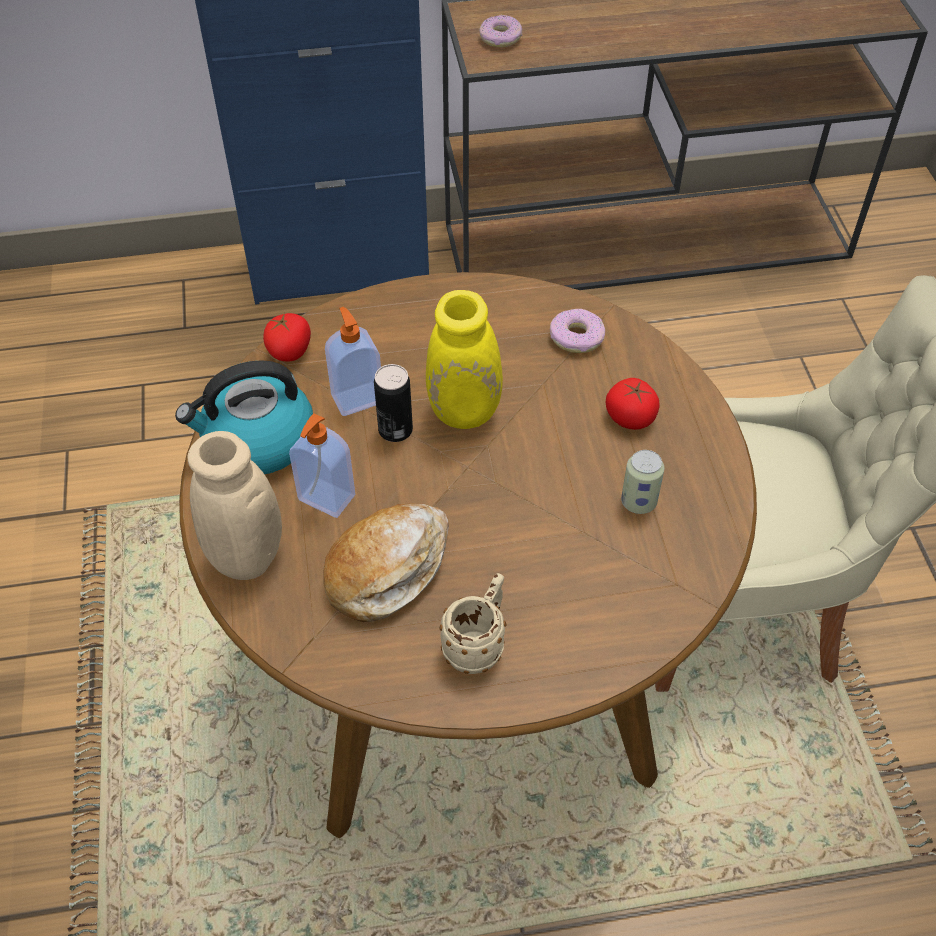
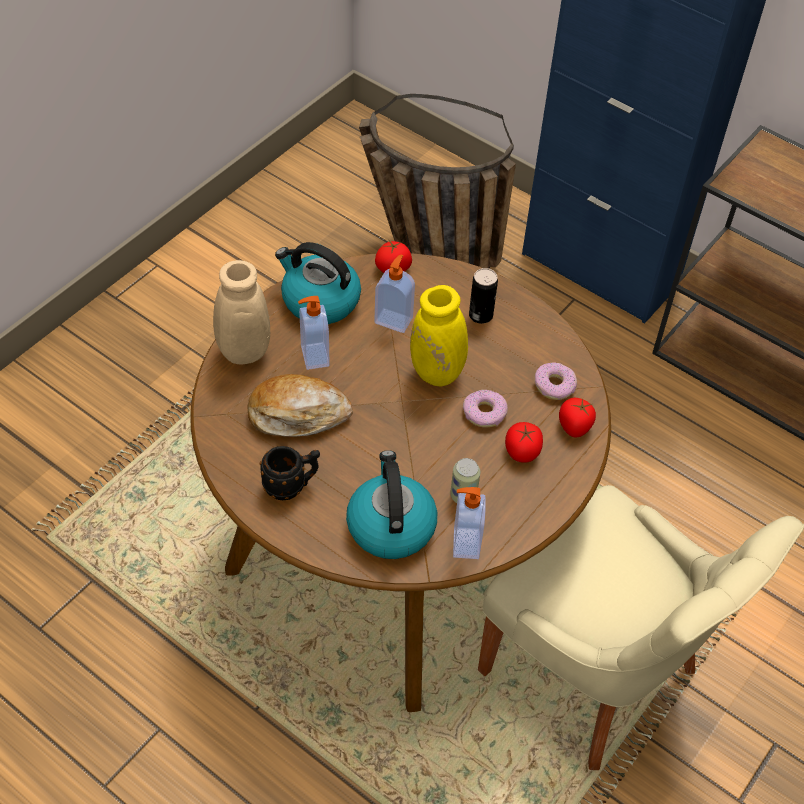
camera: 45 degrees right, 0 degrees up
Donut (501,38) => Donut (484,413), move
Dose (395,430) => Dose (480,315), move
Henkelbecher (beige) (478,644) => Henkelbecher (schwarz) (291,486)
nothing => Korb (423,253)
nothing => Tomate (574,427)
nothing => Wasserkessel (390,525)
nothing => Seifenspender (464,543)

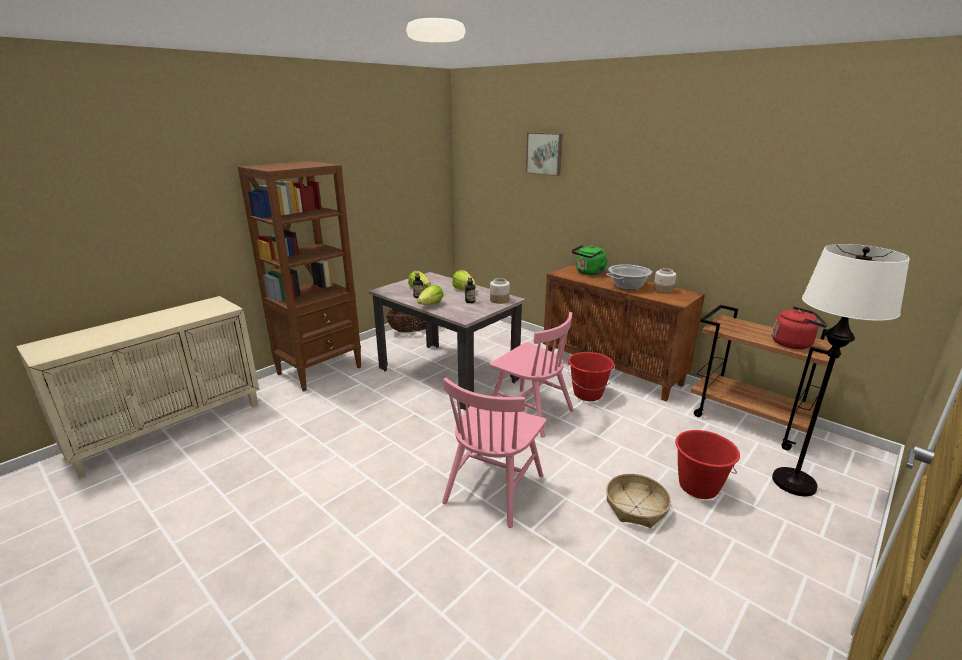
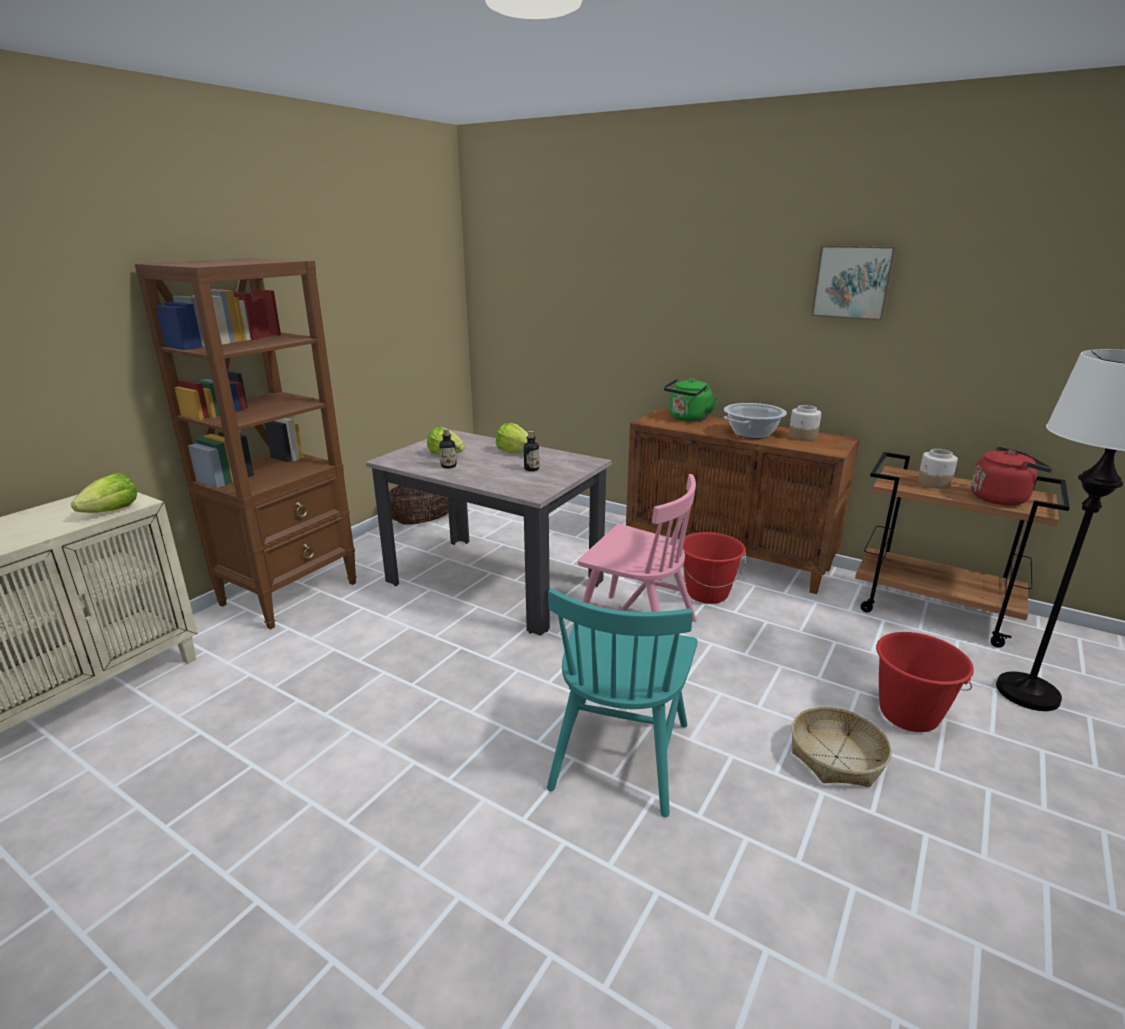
camera: 10 degrees left, 0 degrees up
Bild (544,153) => Bild (852,282), move
Vorratsglas (499,300) => Vorratsglas (933,483), move
Salatkopf (431,305) => Salatkopf (112,511), move
Stuhl (rosa) (494,488) => Stuhl (türkis) (620,754)

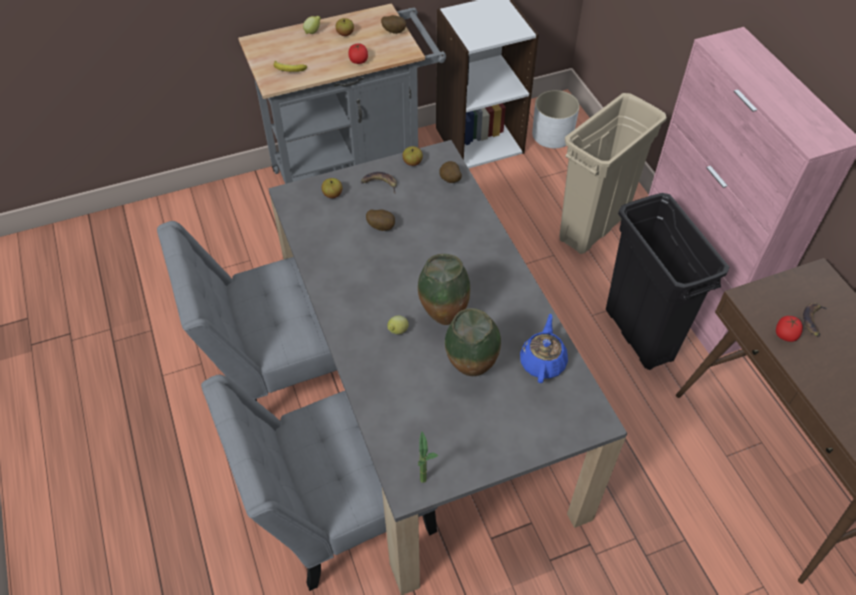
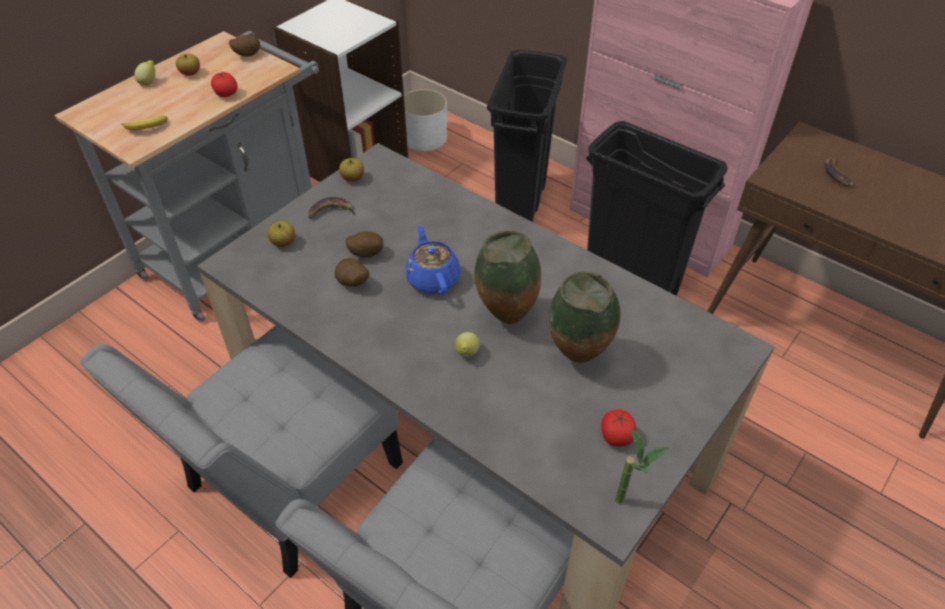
camera: 30 degrees left, 5 degrees down
Mülleimer (beige) (593,227) => Mülleimer (schwarz) (521,205)
Kartoffel (449,181) => Kartoffel (352,284), move
Teekanne (blau) (543,362) => Teekanne (blau) (433,278), move
Tomate (785,335) => Tomate (616,436), move

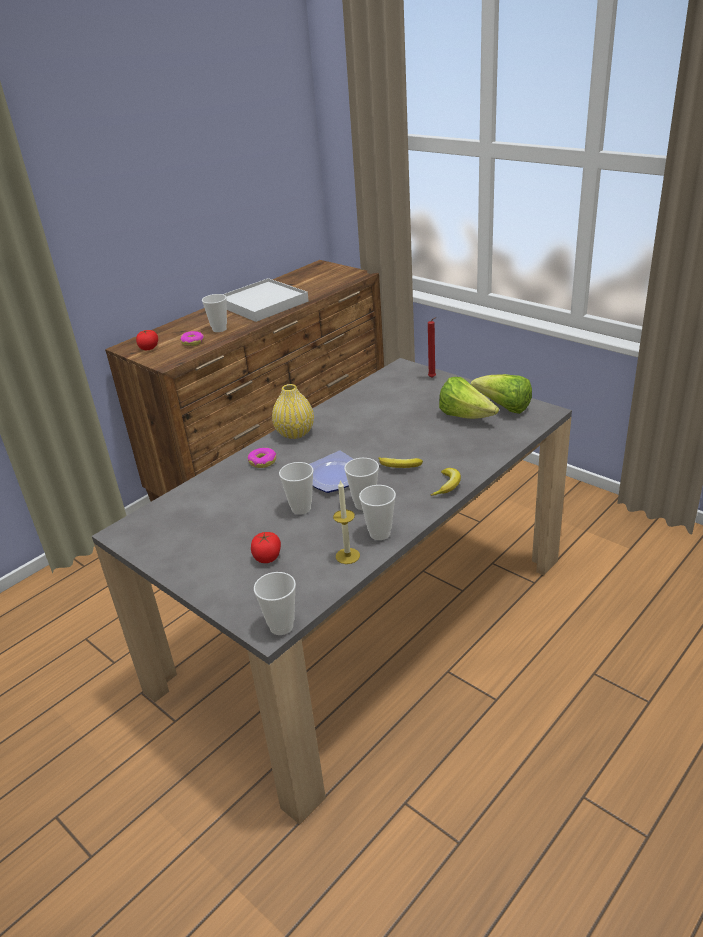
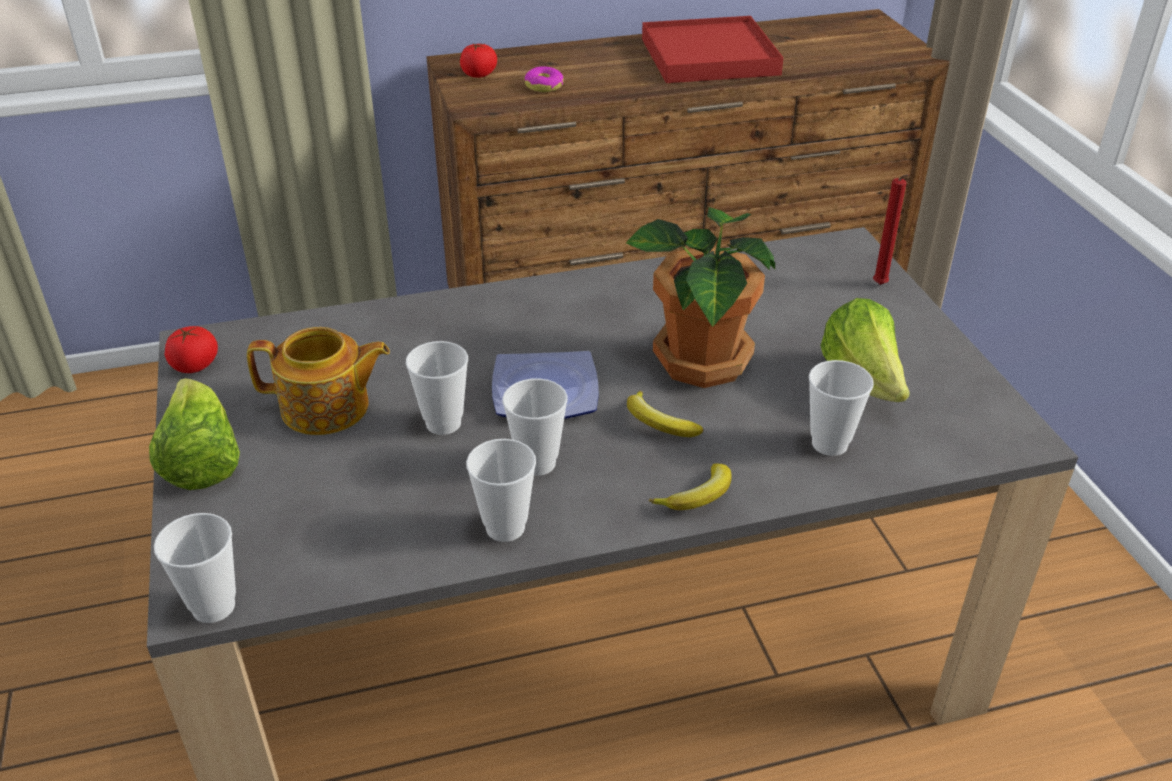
camera: 30 degrees right, 5 degrees up
Tablett (weiß) (263,303) => Tablett (rot) (709,56)
Tasse (219,329) => Tasse (829,444), move
Salatkopf (504,407) => Salatkopf (201,461), move
Vase (gelb) (295,433) => nothing
Donut (263,461) => nothing
Kerze (347,556) => nothing
Tomate (267,557) => Tomate (195,365), move
nothing => Topfpflanze (700,363)
nothing => Teekanne (327,408)

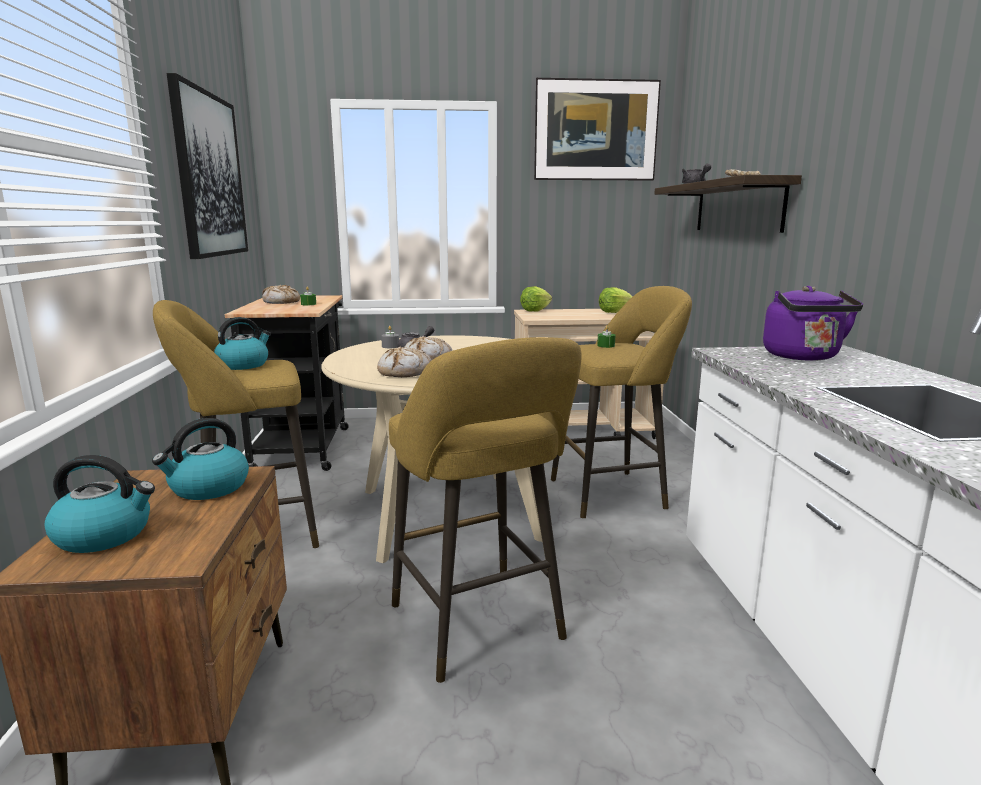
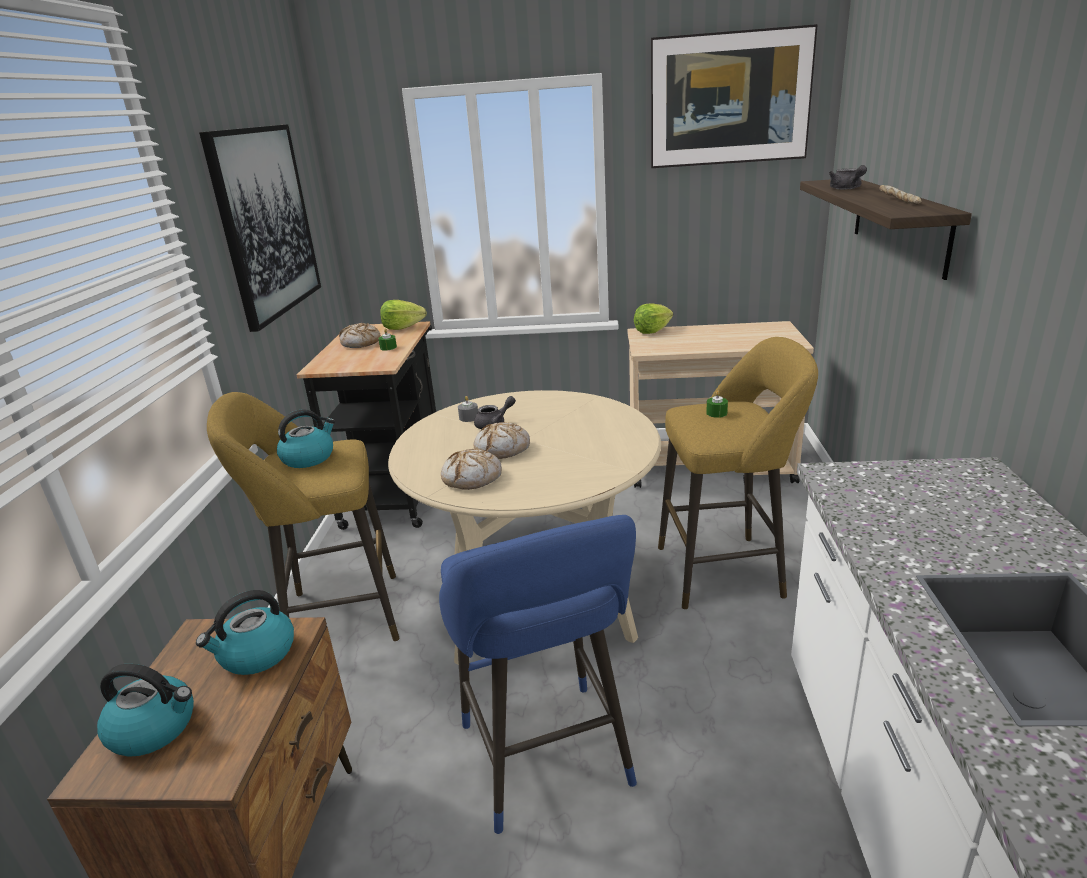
camera: 10 degrees right, 10 degrees up
Wasserkessel (lila) (803,357) => nothing
Salatkopf (614,312) => Salatkopf (402,327), move
Hocker (gelb) (480,627) => Hocker (blau) (548,762)

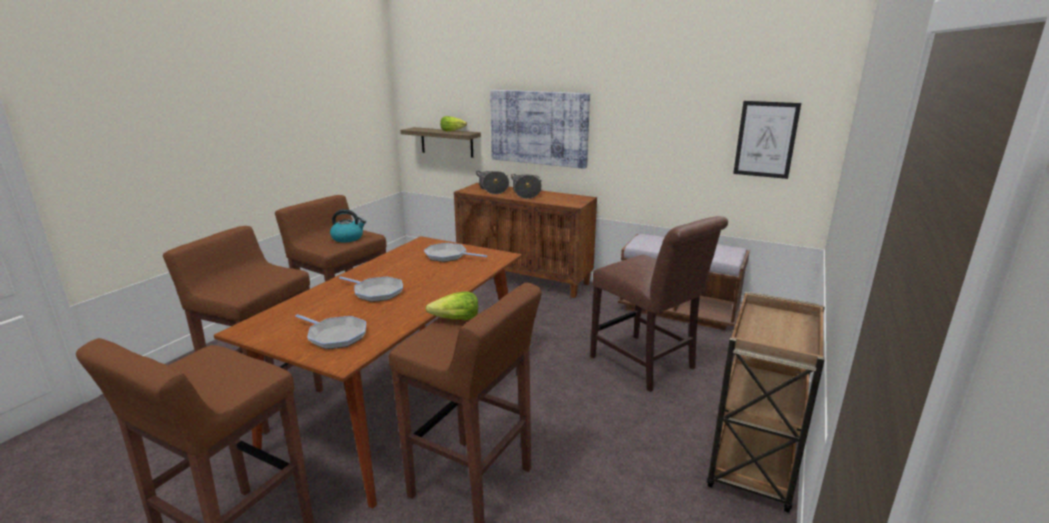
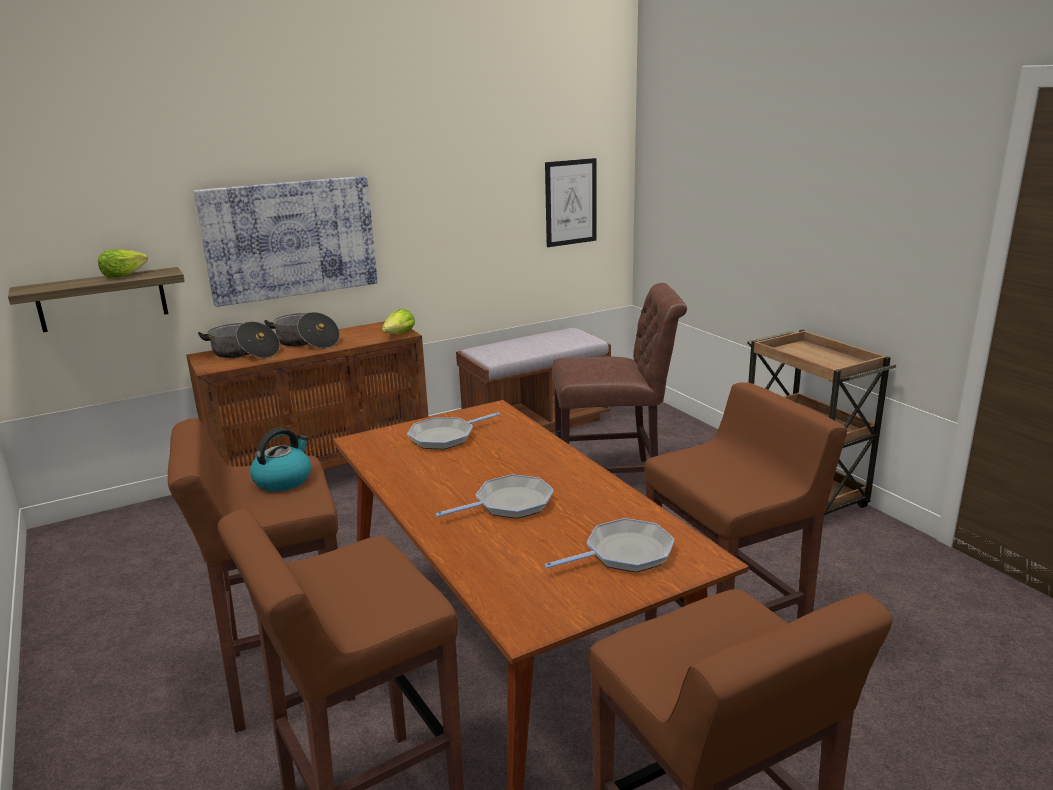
camera: 55 degrees left, 0 degrees up
Salatkopf (455,320) => Salatkopf (399,334), move

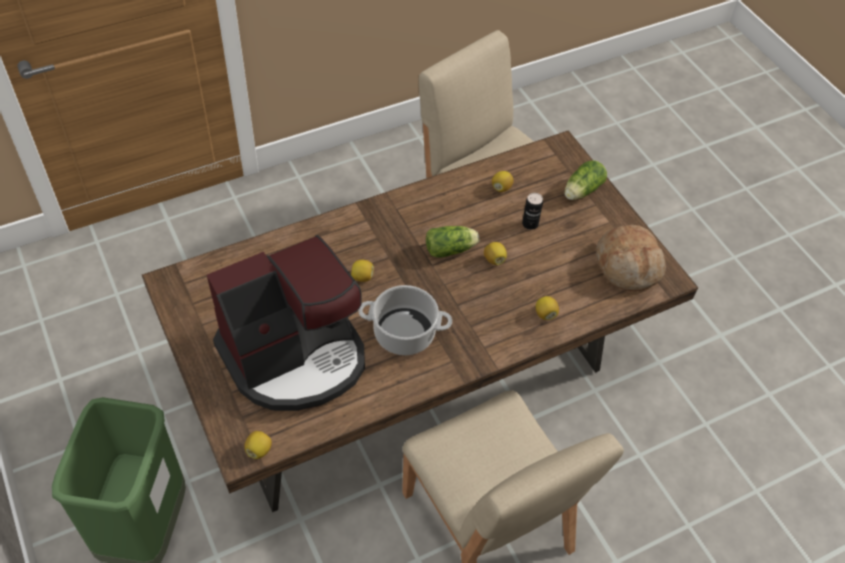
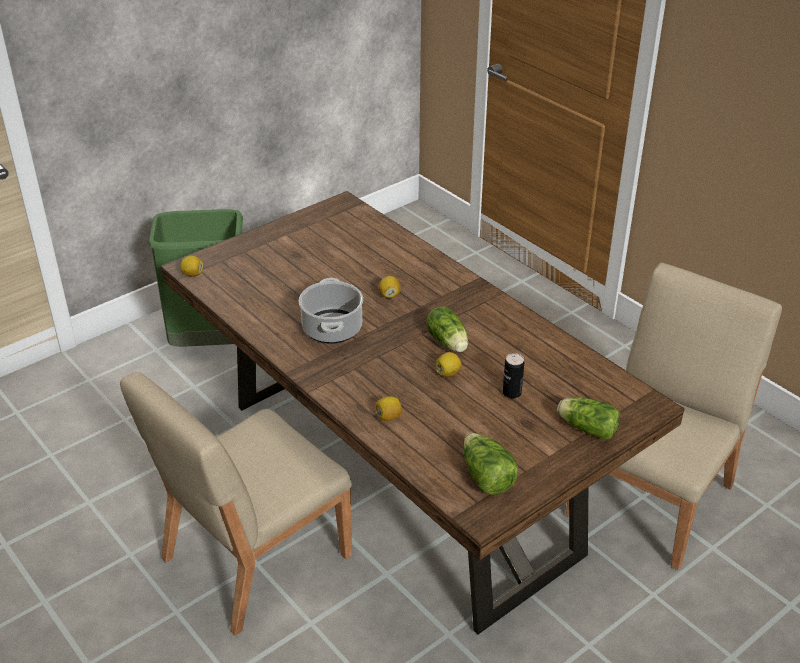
camera: 80 degrees right, 15 degrees down
Zitrone (501,187) => nothing
Brot (628,266) => Salatkopf (486,477)
Kaffeemaschine (295,356) => nothing

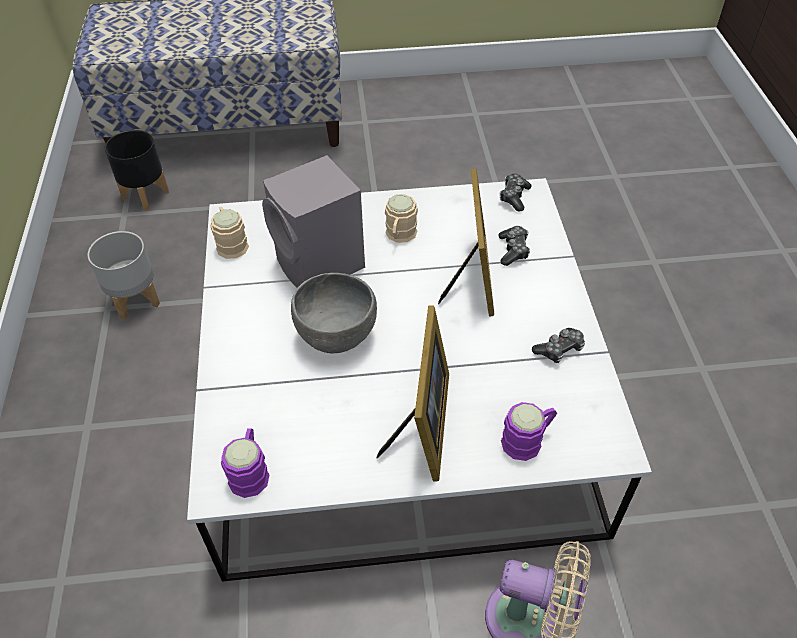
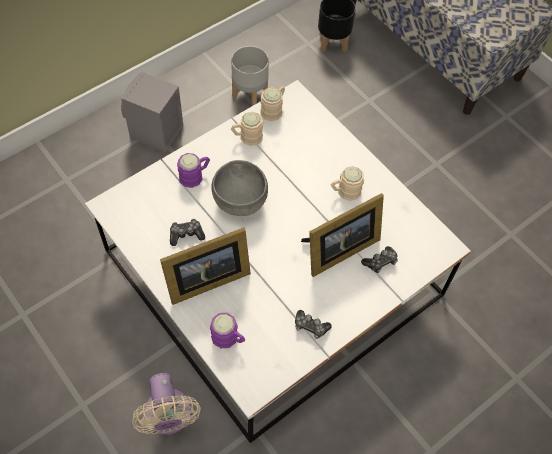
camera: 55 degrees right, 10 degrees up
Lautsprecher (grau) (321,266) => Lautsprecher (grau) (155,133), move
Gamepad (514,197) => Gamepad (186,234), move
Henkelbecher (lila) (250,471) => Henkelbecher (lila) (195,176), move
nothing => Henkelbecher (beige) (247,137)

